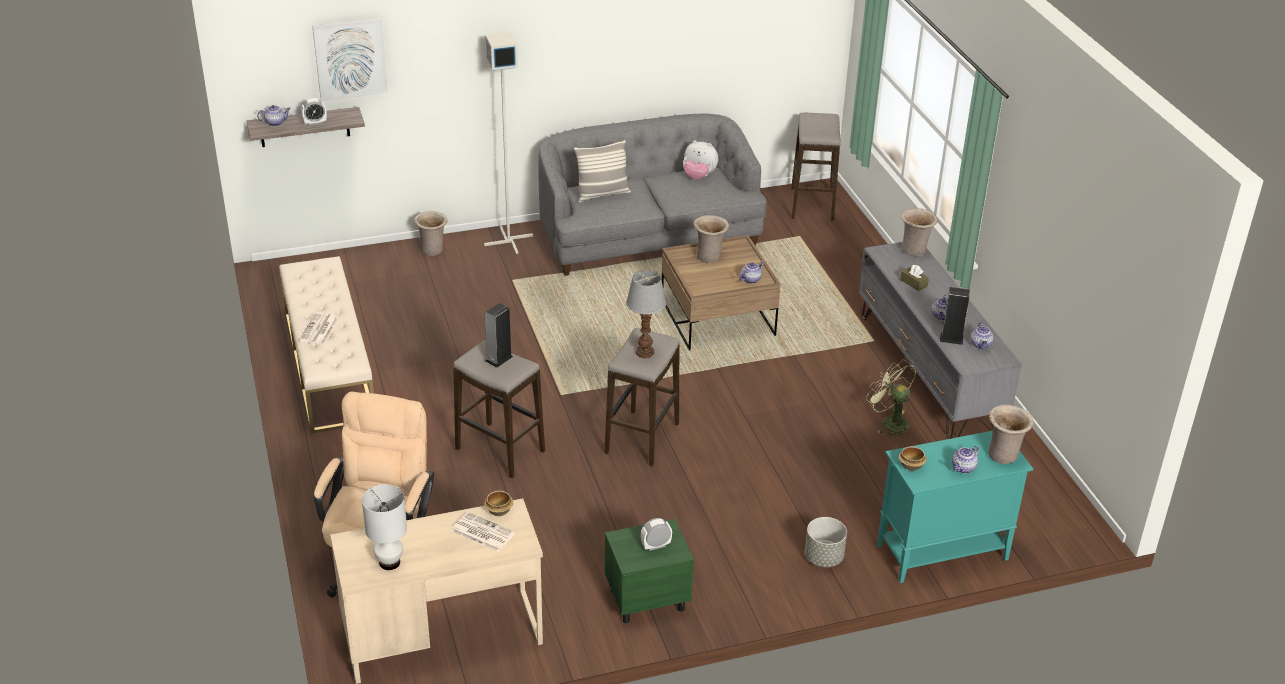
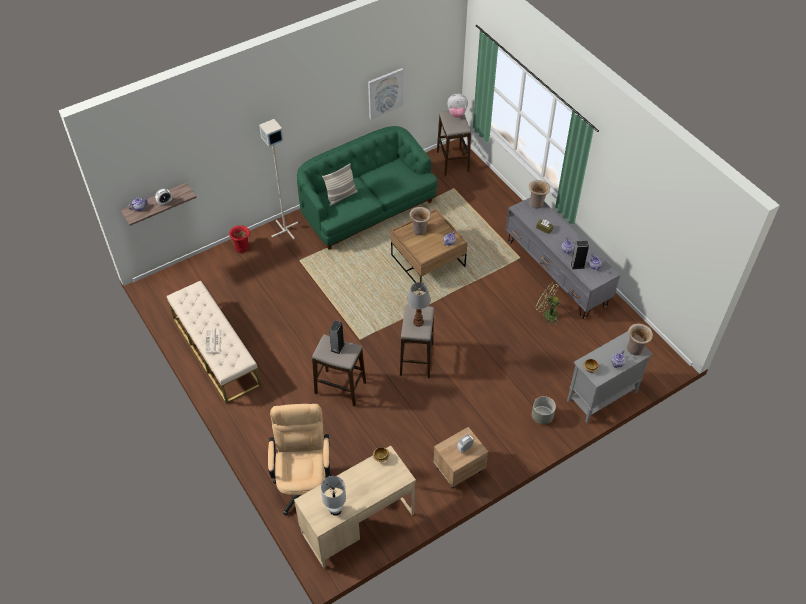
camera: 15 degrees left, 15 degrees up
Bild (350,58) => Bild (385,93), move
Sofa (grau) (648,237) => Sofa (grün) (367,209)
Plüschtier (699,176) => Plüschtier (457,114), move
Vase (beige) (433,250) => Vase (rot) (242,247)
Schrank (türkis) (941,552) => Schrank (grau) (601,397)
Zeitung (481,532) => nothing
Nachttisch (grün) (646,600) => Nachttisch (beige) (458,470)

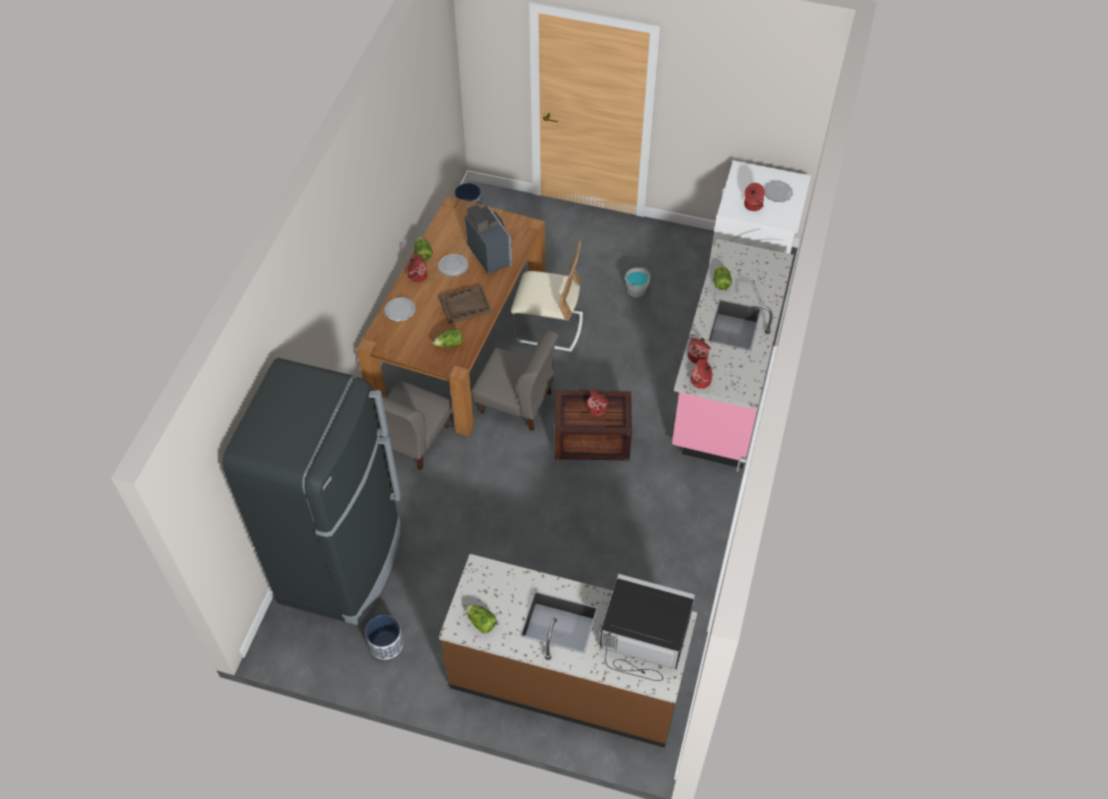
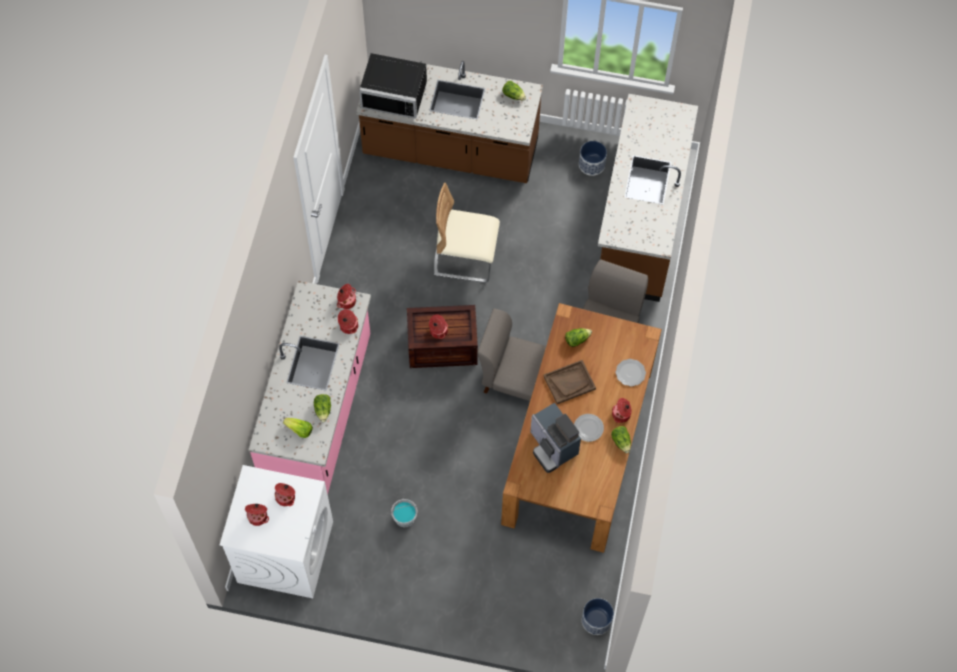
camera: 175 degrees right, 10 degrees up
Teller (777,193) => Kochtopf (258,516)
Stuhl (beige) (548,328) => Stuhl (beige) (465,258), move
Kühlschrank (schwarz) (343,564) => Küchenzeile (braun) (640,222)
nothing => Salatkopf (299,430)

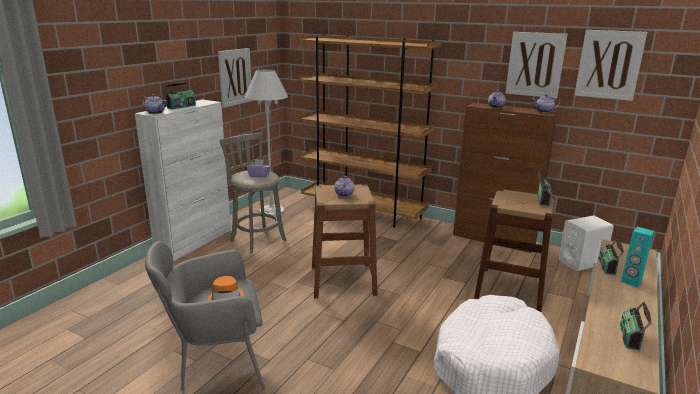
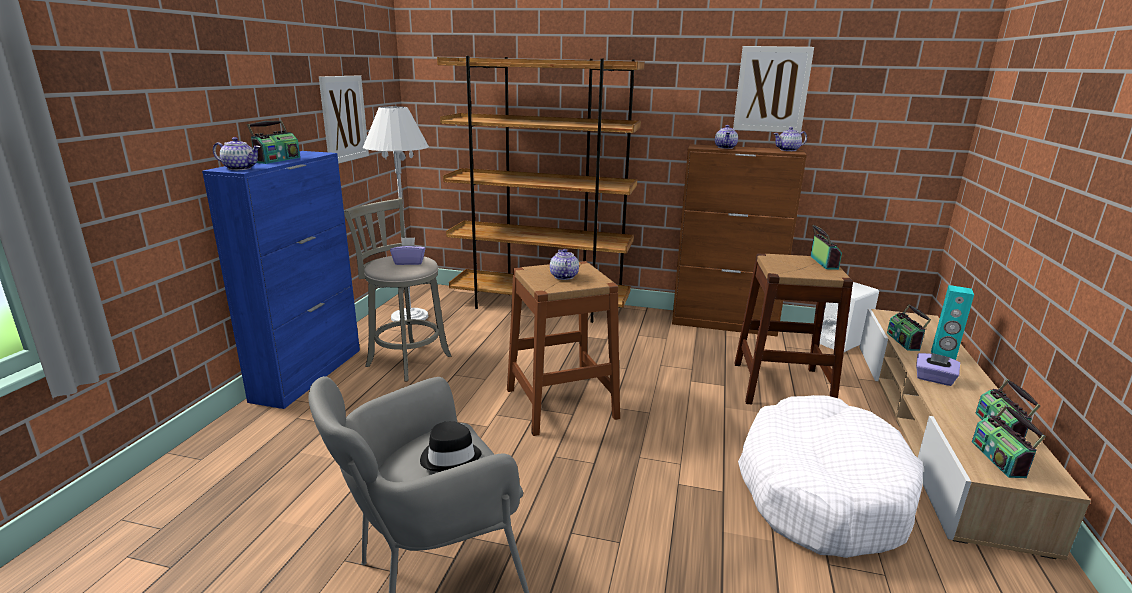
camera: 15 degrees left, 0 degrees up
Bild (609,65) => nothing
Schrank (weiß) (195,241) => Schrank (blau) (309,374)
Hut (orange) (226,296) => Hut (schwarz) (450,457)
nothing => Taschentuchbox (lila) (934,379)
nothing => Radio (999,459)

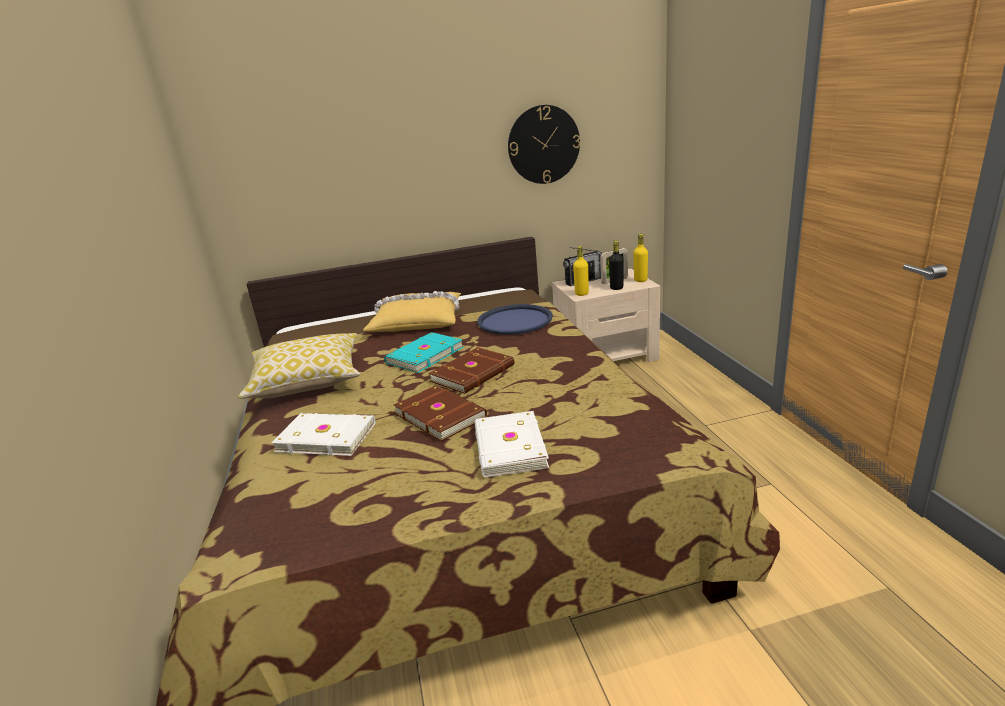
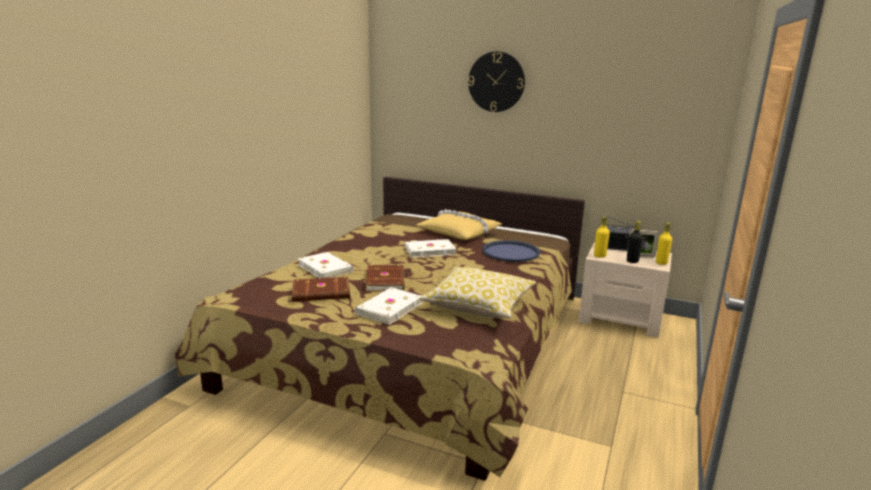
camera: 35 degrees right, 5 degrees down
Wanduhr (543,144) => Wanduhr (496,82), move
Buch (türkis) (423,355) => Buch (weiß) (429,250)
Kissen (307,381) => Kissen (479,305), move
Buch (braun) (474,373) => Buch (braun) (321,293), move

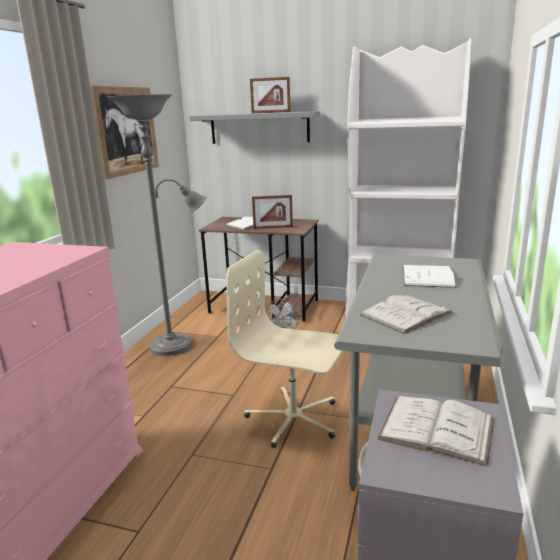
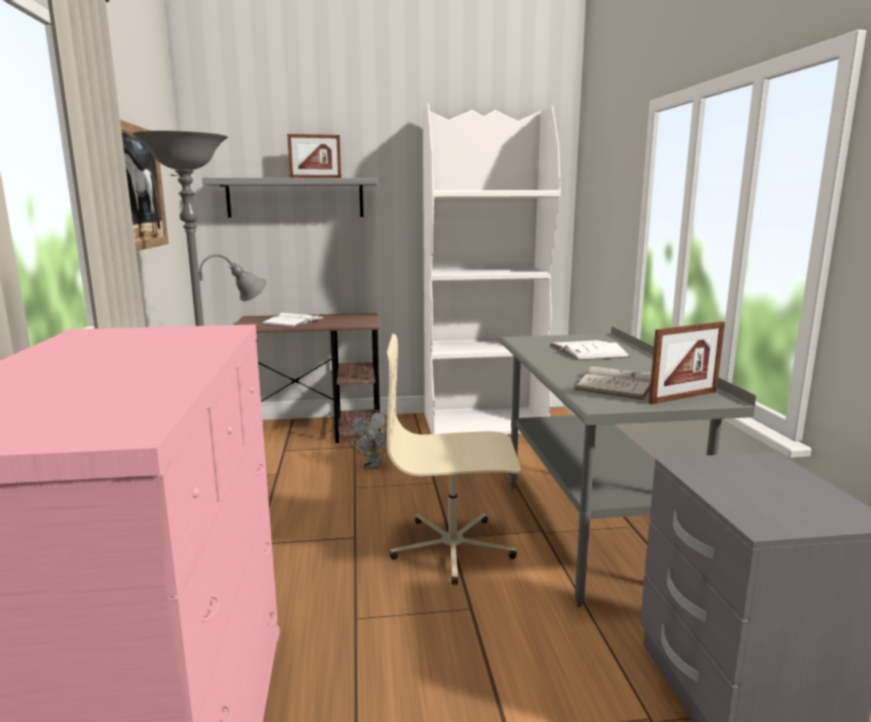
camera: 25 degrees left, 5 degrees down
Bilderrahmen (273,227) => Bilderrahmen (683,397), move
Buch (weiß) (437,429) => nothing

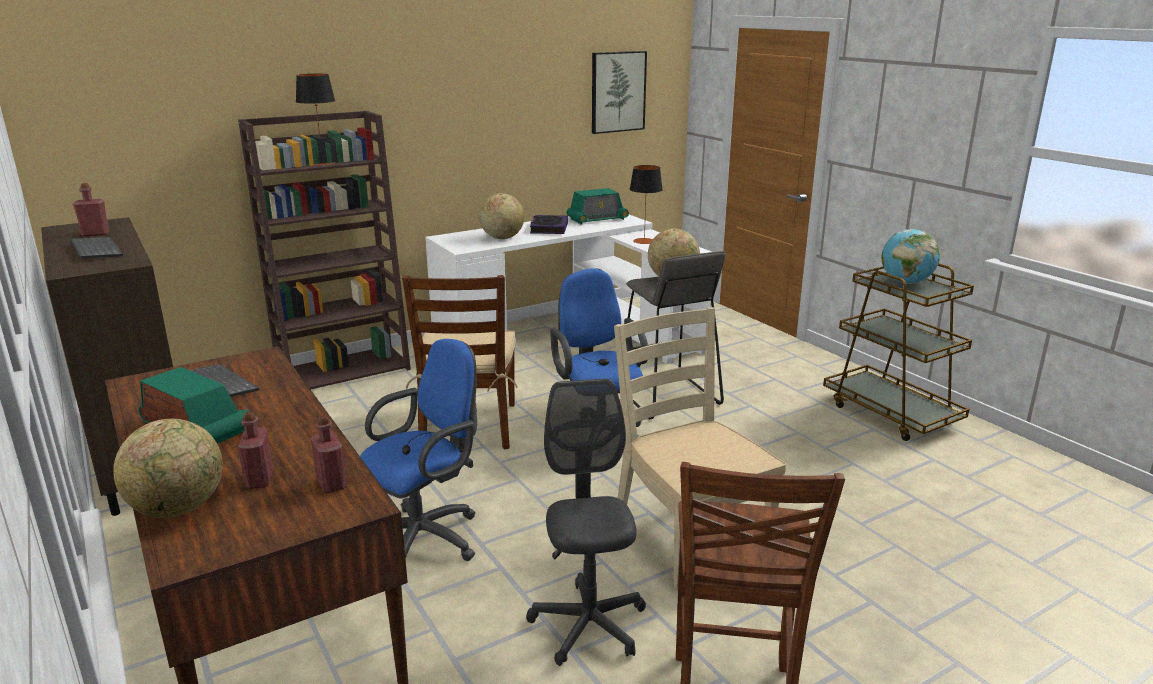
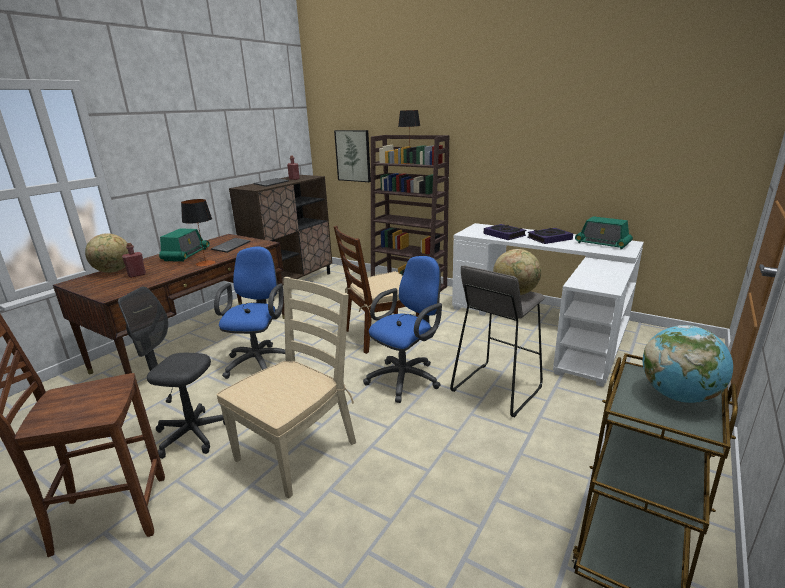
camera: 65 degrees right, 0 degrees up
Bild (617,92) => Bild (353,156), move
Tischlampe (644,241) => Tischlampe (205,263), move
Globus (502,238) => Buch (504,235)
Bürostuhl (blau) (427,538) => Bürostuhl (blau) (260,361), 105 degrees counterclockwise
Bürostuhl (grau) (588,625) => Bürostuhl (grau) (192,434), 135 degrees counterclockwise
Flasche (rot) (331,484) => nothing

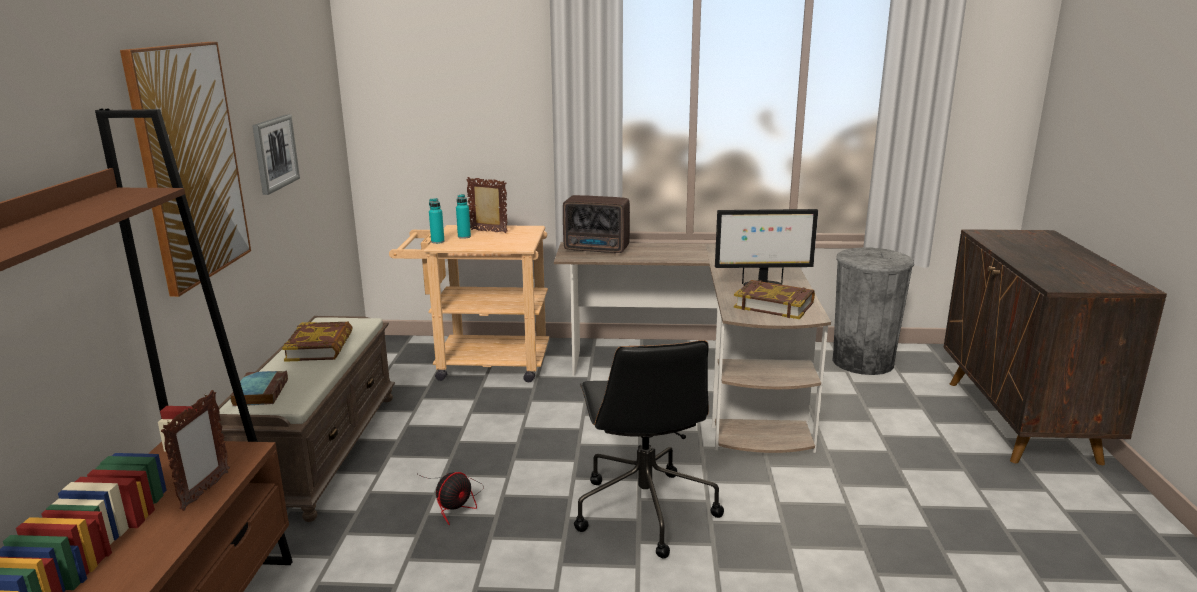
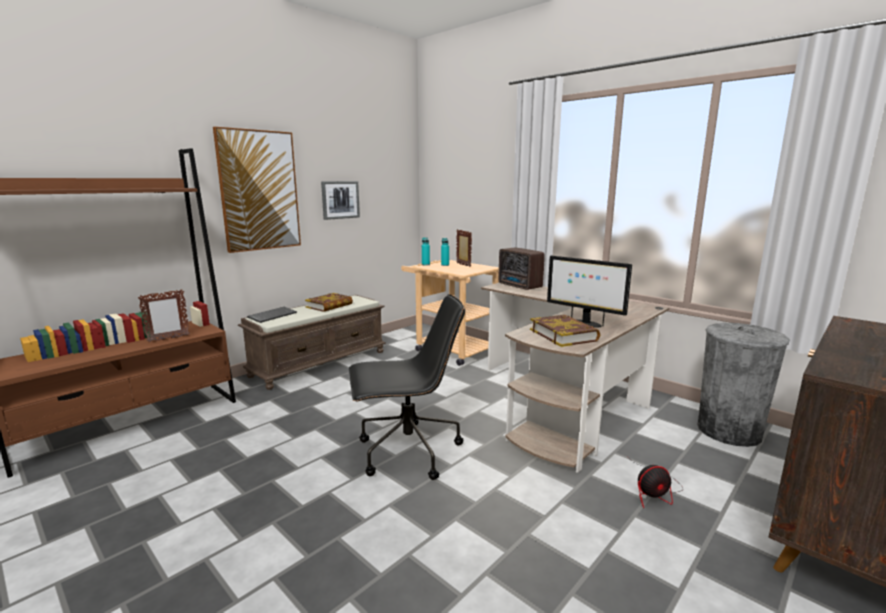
camera: 40 degrees right, 5 degrees down
Bürostuhl (schwarz) (644,509) => Bürostuhl (schwarz) (407,452), 135 degrees counterclockwise
Buch (260,392) => Tastatur (272,315)
Ventilator (456,502) => Ventilator (654,491), move

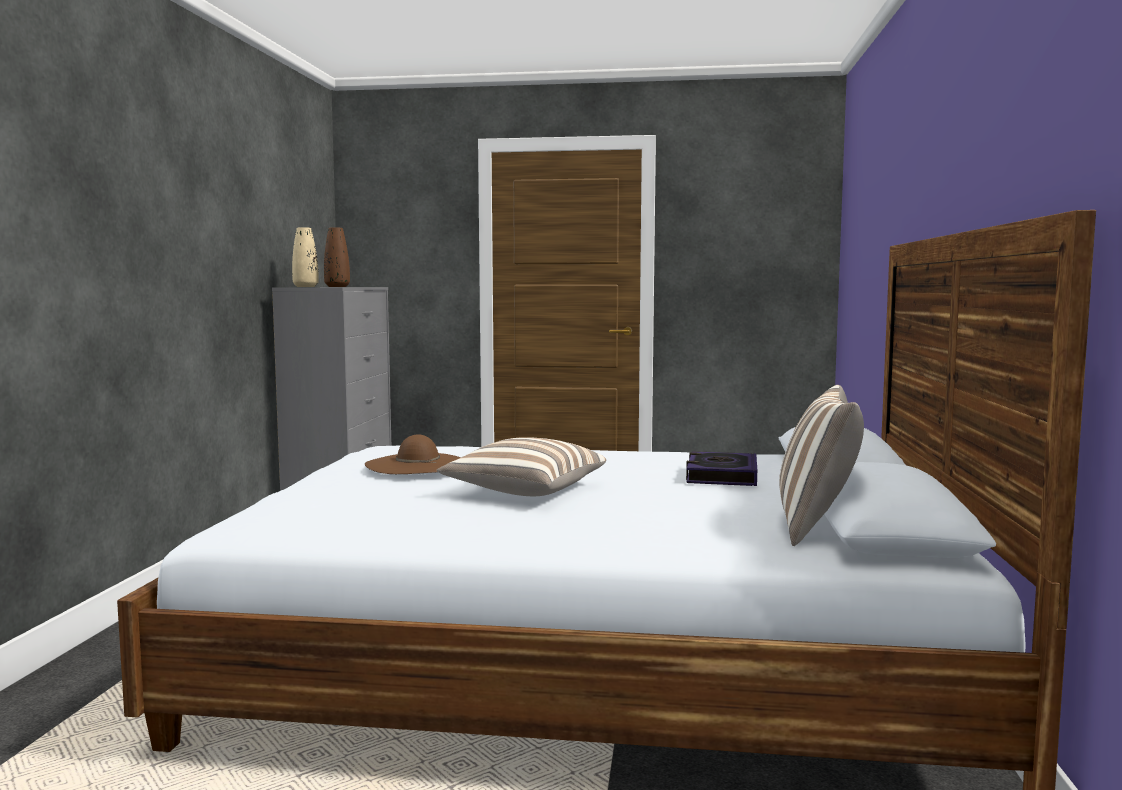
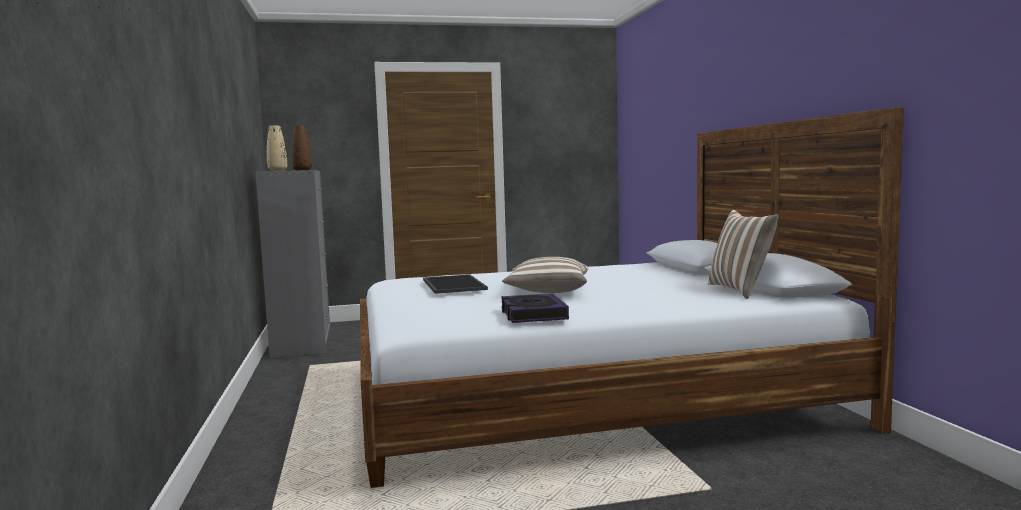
camera: 20 degrees left, 0 degrees up
Hut (braun) (417,464) => Tablett (452,284)
Buch (721,476) => Buch (533,314), move

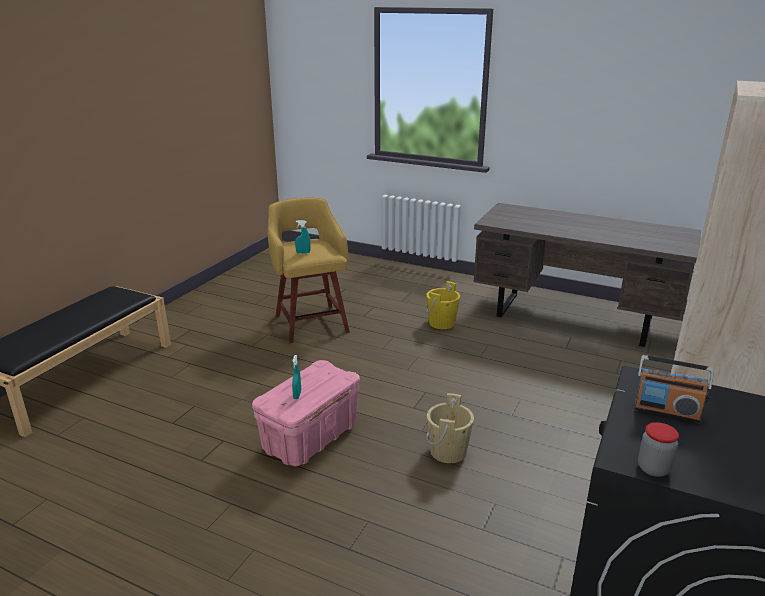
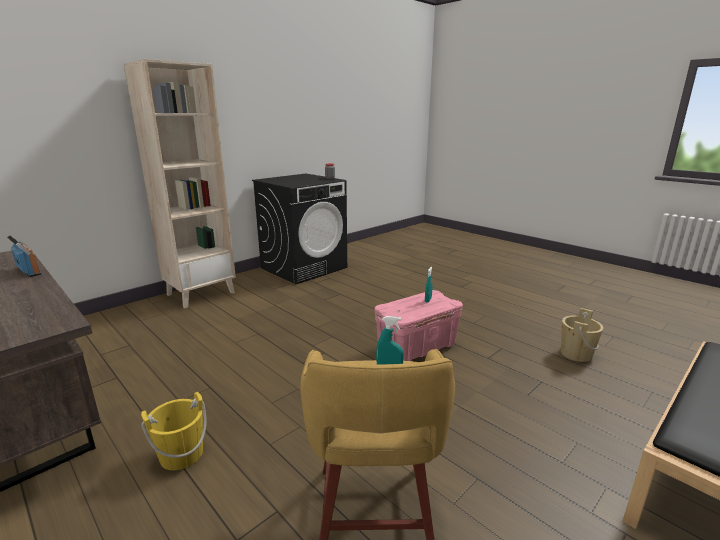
camera: 160 degrees left, 5 degrees down
Radio (666,411) => Radio (29,271), move
Eimer (beige) (448,451) => Eimer (beige) (576,354), move

